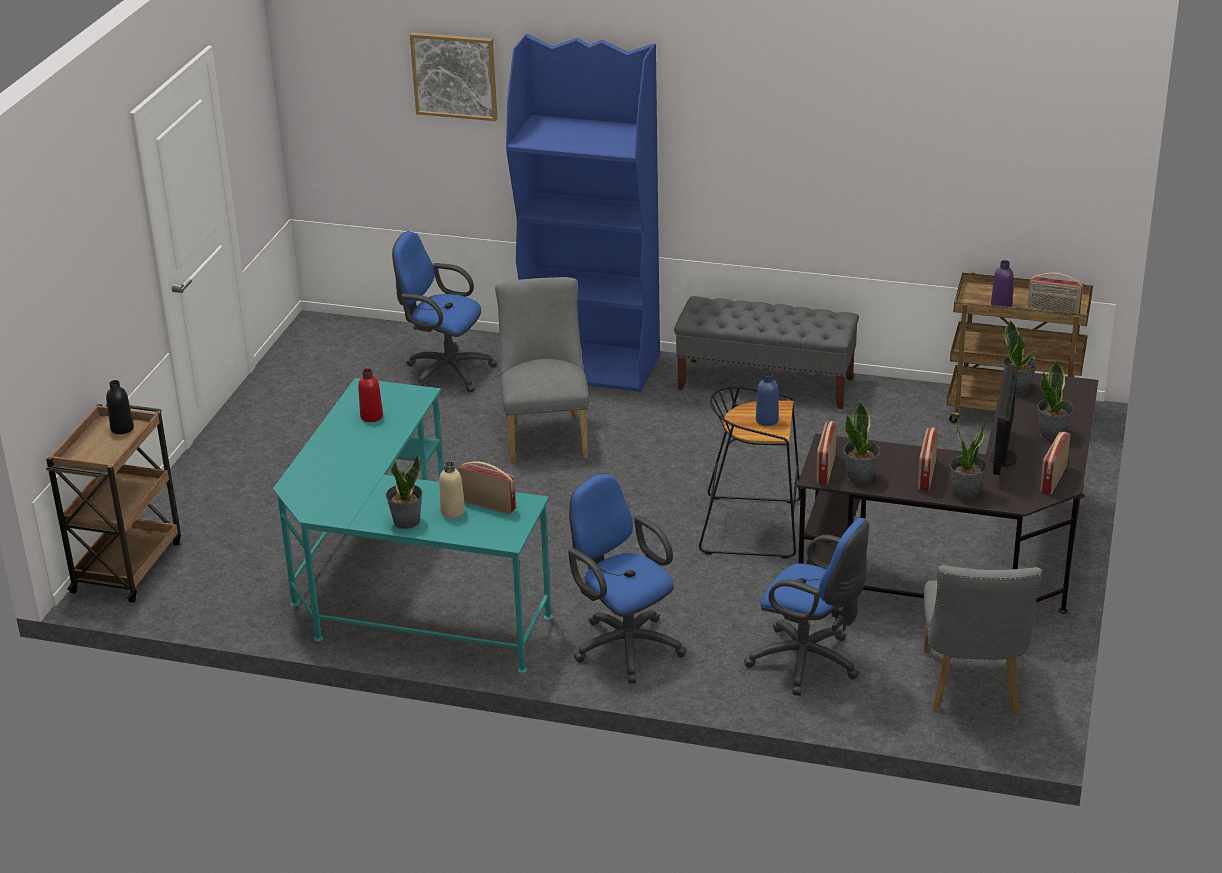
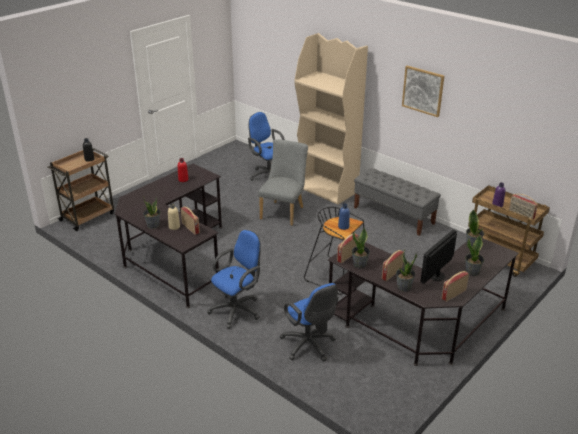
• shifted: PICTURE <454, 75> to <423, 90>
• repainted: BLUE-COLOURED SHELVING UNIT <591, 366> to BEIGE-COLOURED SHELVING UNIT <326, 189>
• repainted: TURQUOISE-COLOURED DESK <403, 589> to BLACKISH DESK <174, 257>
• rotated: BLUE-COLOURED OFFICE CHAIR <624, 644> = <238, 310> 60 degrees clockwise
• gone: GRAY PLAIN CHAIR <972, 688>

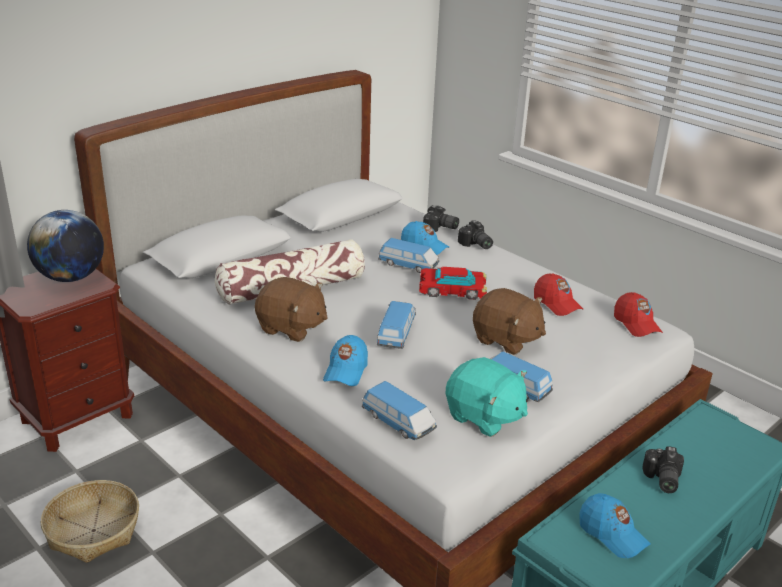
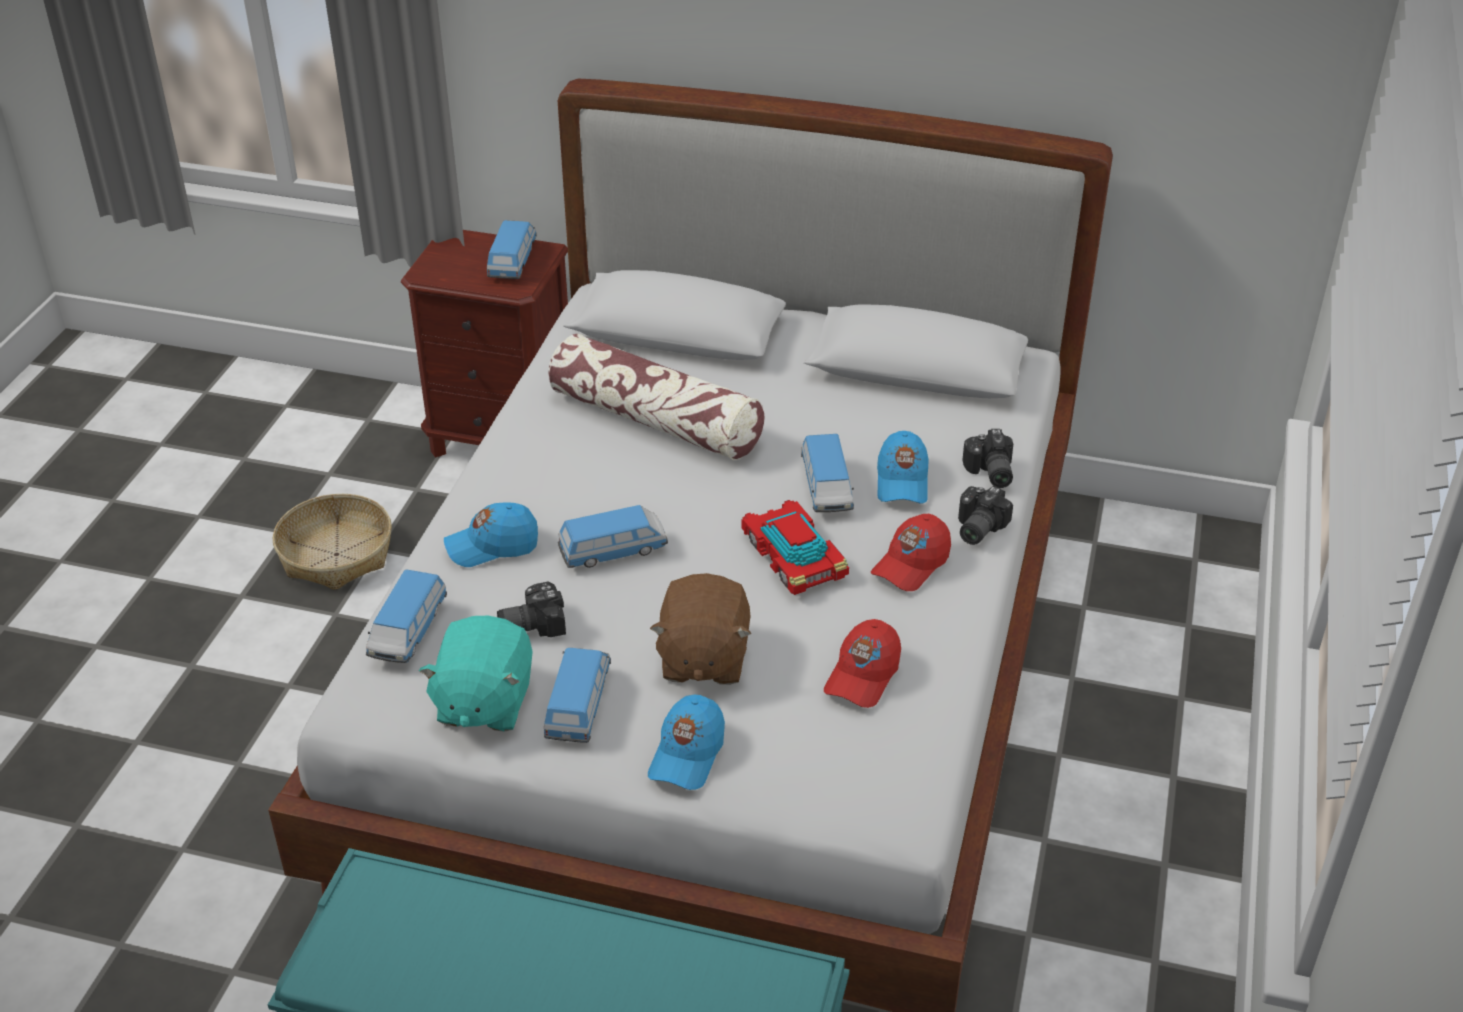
• swapped: WORLD GLOBE <71, 277> to MODEL CAR <513, 261>
• gone: BROWNISH SOFT TOY <291, 328>
• shifted: RED-COLOURED CAP <636, 324> to <911, 564>
• shifted: PHOTO CAMERA <661, 479> to <531, 623>
• shifted: BLUE-COLOURED CAP <612, 534> to <687, 755>

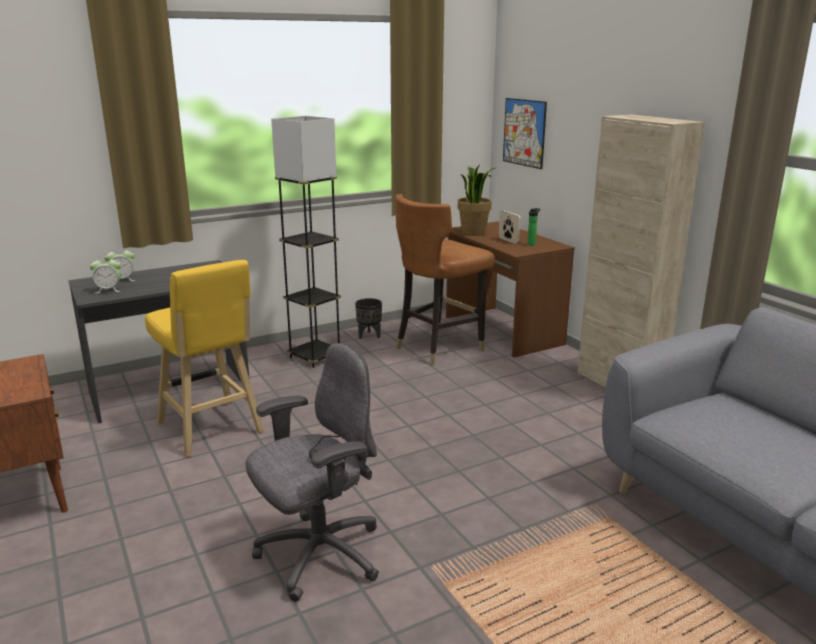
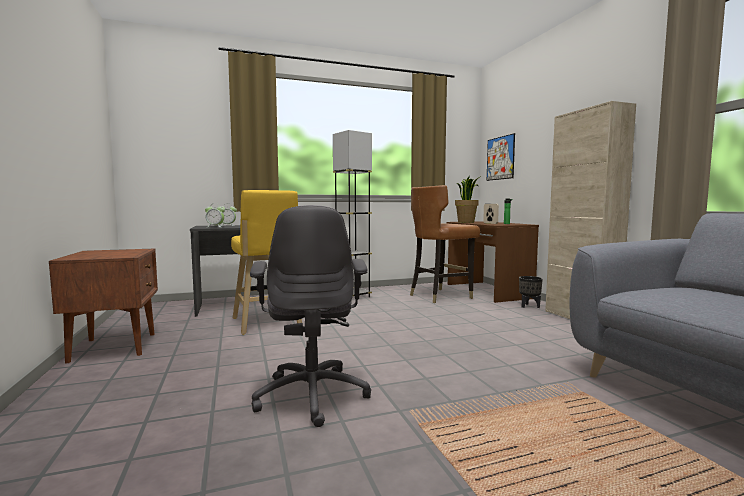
• shifted: BLACKISH PLANT POT <369, 335> to <529, 306>
• rotated: GRAY OFFICE CHAIR <318, 555> = <312, 395> 105 degrees clockwise

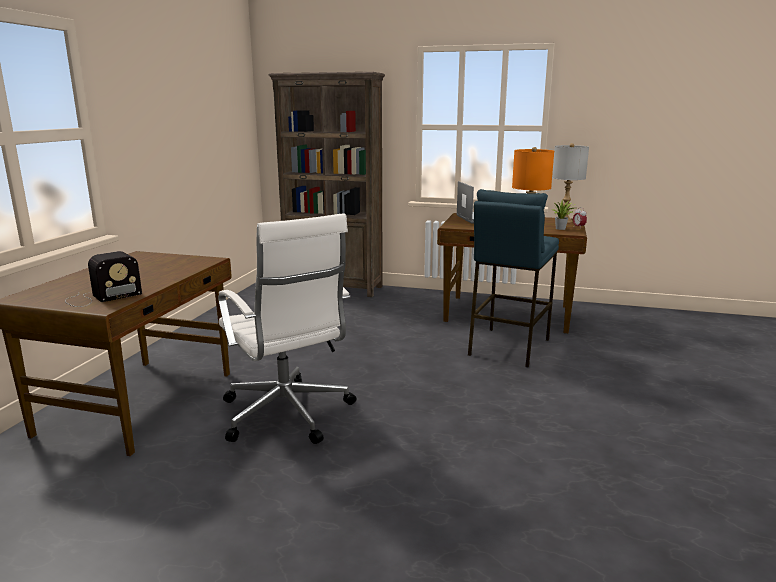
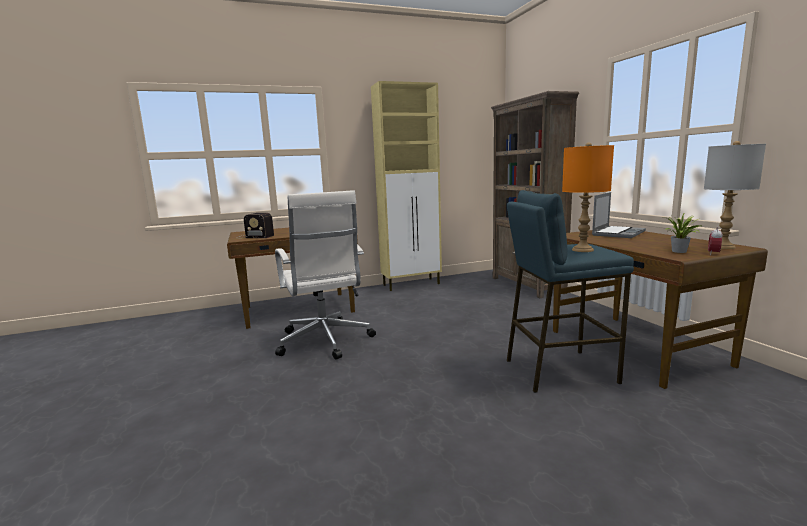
• rotated: WHITISH OFFICE CHAIR <287, 415> = <324, 341> 45 degrees counterclockwise
• new: BEIGE-COLOURED STORAGE CABINET <412, 284>

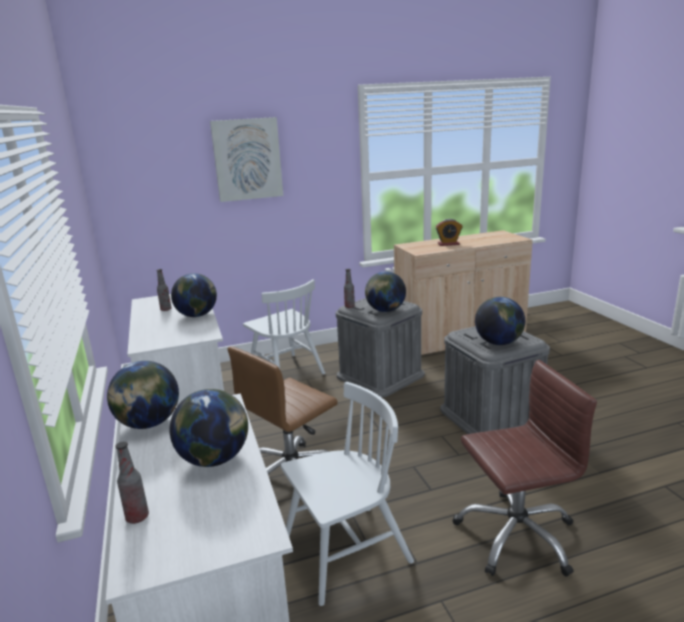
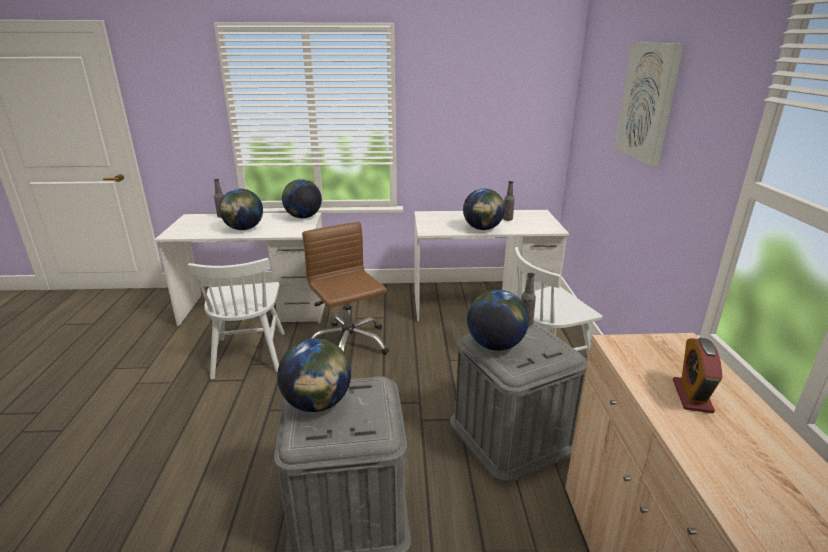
• gone: BROWNISH OFFICE CHAIR <516, 535>

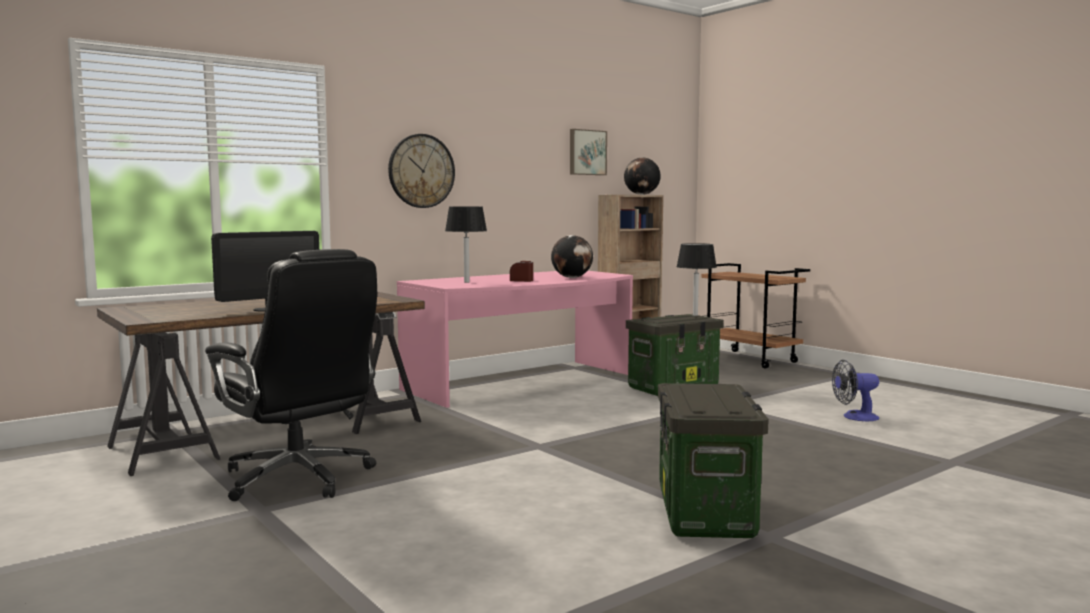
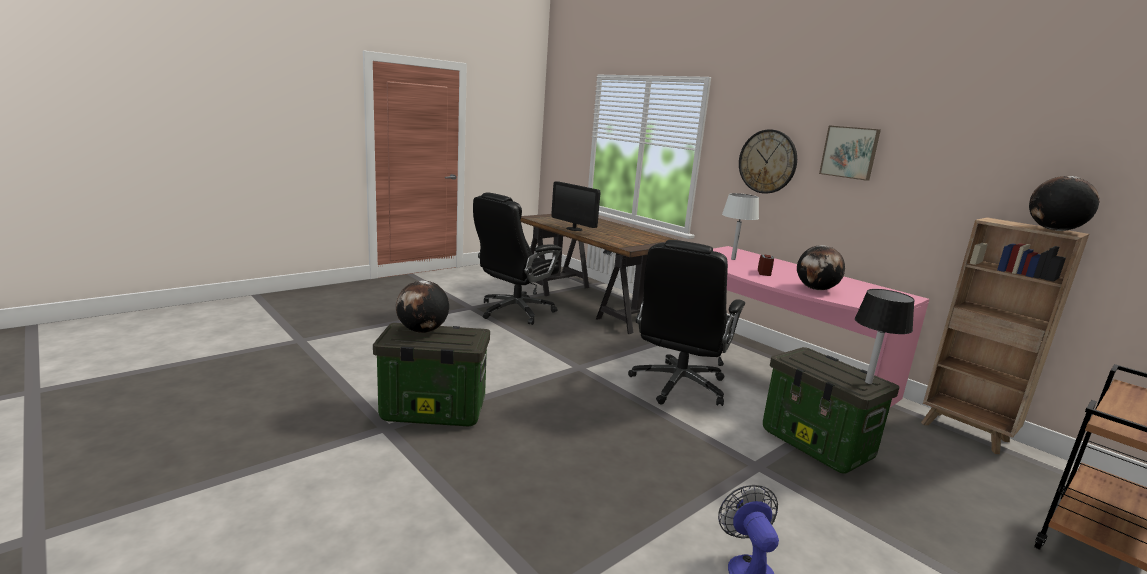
• shifted: PICTURE <587, 152> to <850, 152>
• repainted: BLACKISH TABLETOP LAMP <466, 282> to WHITISH TABLETOP LAMP <733, 259>
• new: BLACKISH OFFICE CHAIR <678, 386>
• new: WORLD GLOBE <422, 331>

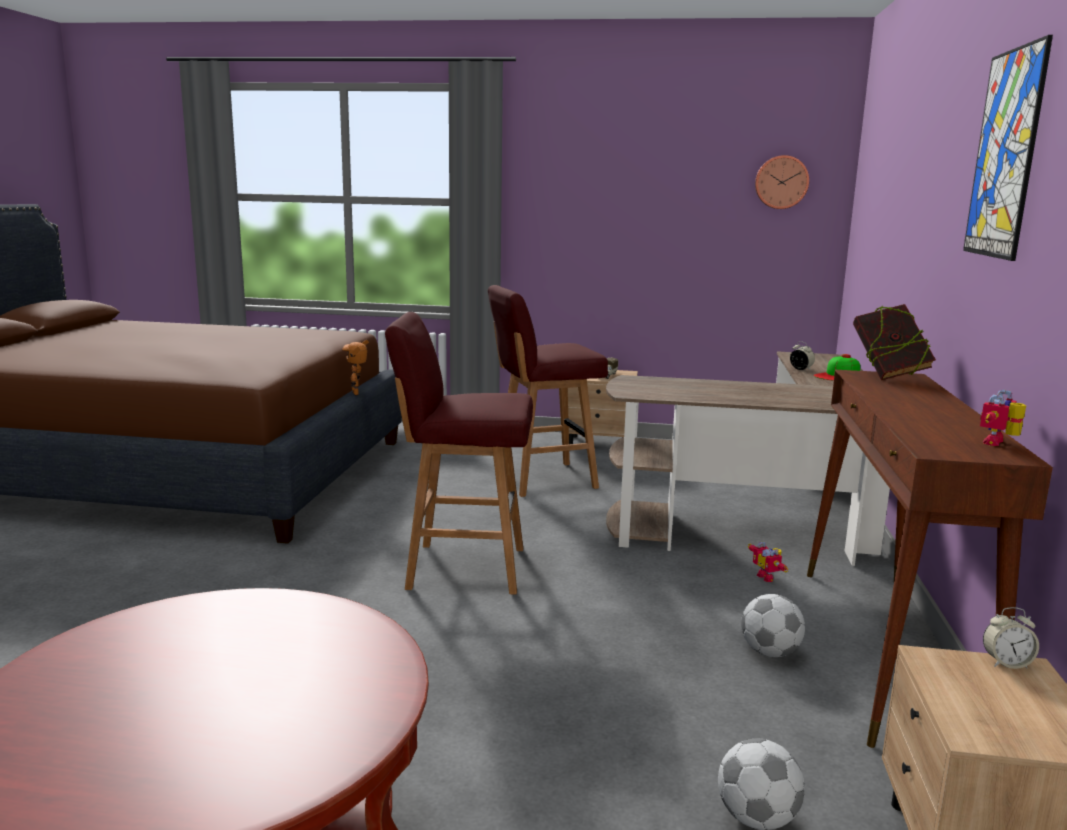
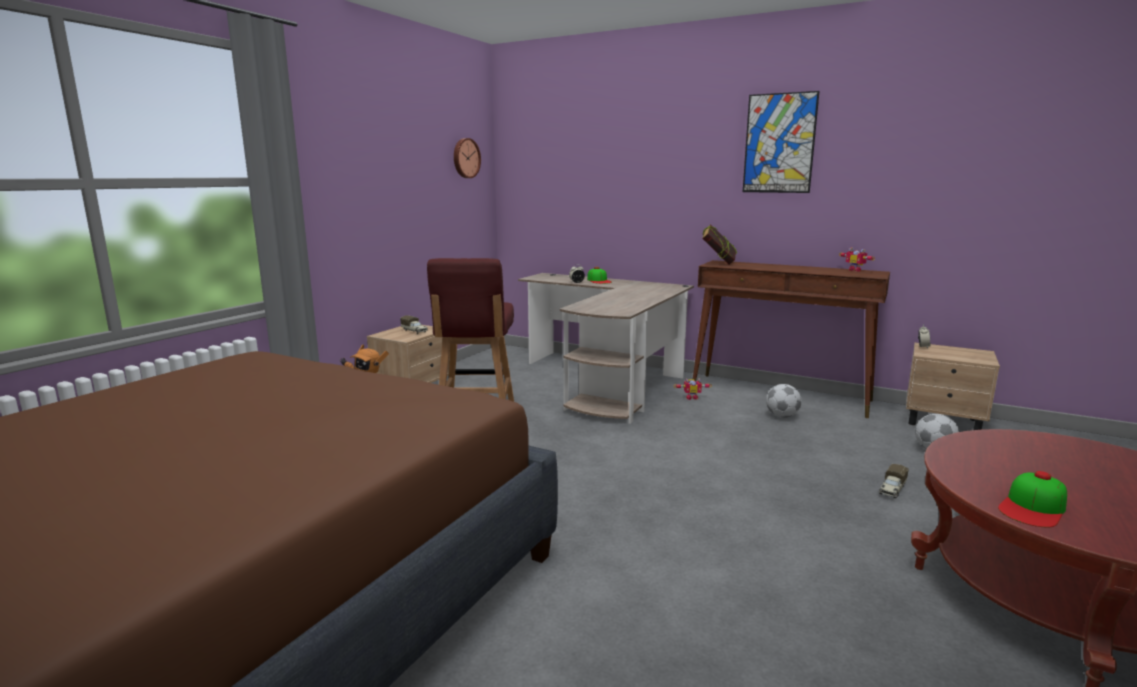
• gone: RED-COLOURED STOOL <463, 567>
• new: TOY TRUCK <892, 490>
• new: CAP <1033, 507>

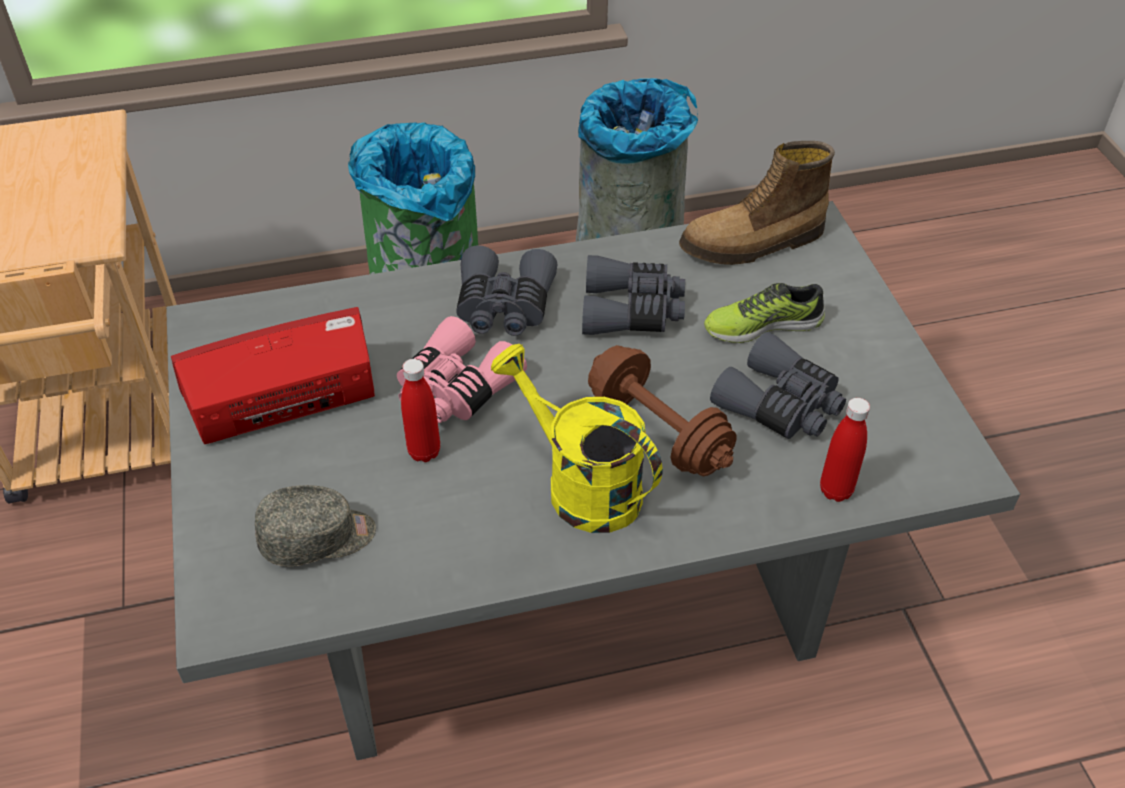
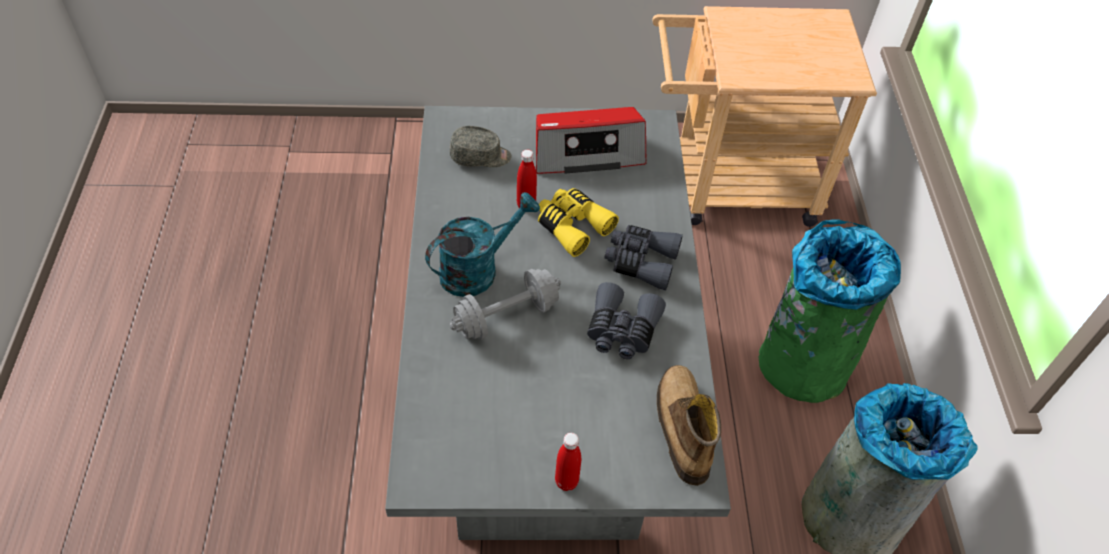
• gone: LOW SHOE <762, 324>
• rotated: RADIO SET <283, 396> = <587, 152> 90 degrees clockwise
• repainted: PINKISH BINOCULARS <455, 388> to YELLOW BINOCULARS <572, 226>
• gone: GRAY BINOCULARS <780, 404>
• repainted: YELLOW SPRINKLING CAN <580, 485> to TURQUOISE-COLOURED SPRINKLING CAN <477, 269>
• repainted: BROWNISH HAND WEIGHT <658, 432> to GRAY HAND WEIGHT <506, 316>
• shifted: RED-COLOURED BOTTLE <835, 490> to <566, 481>
• rotated: GRAY CAP <318, 538> = <480, 156> 90 degrees counterclockwise

